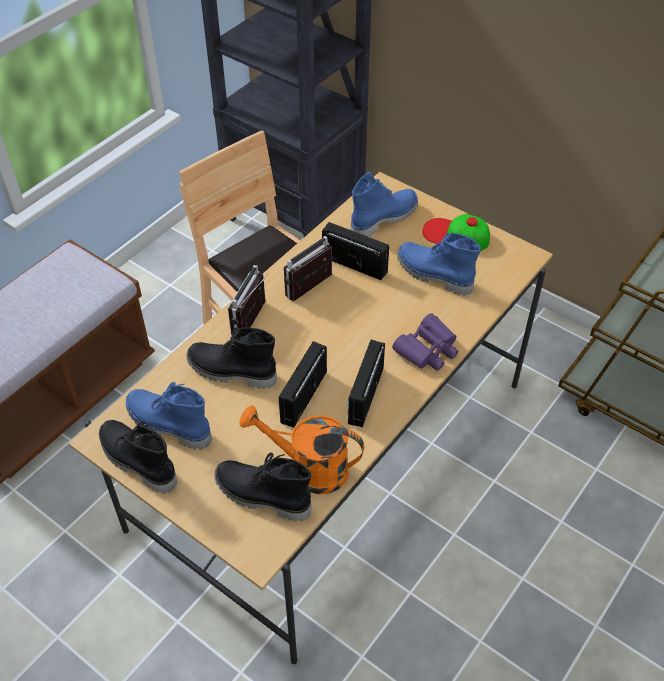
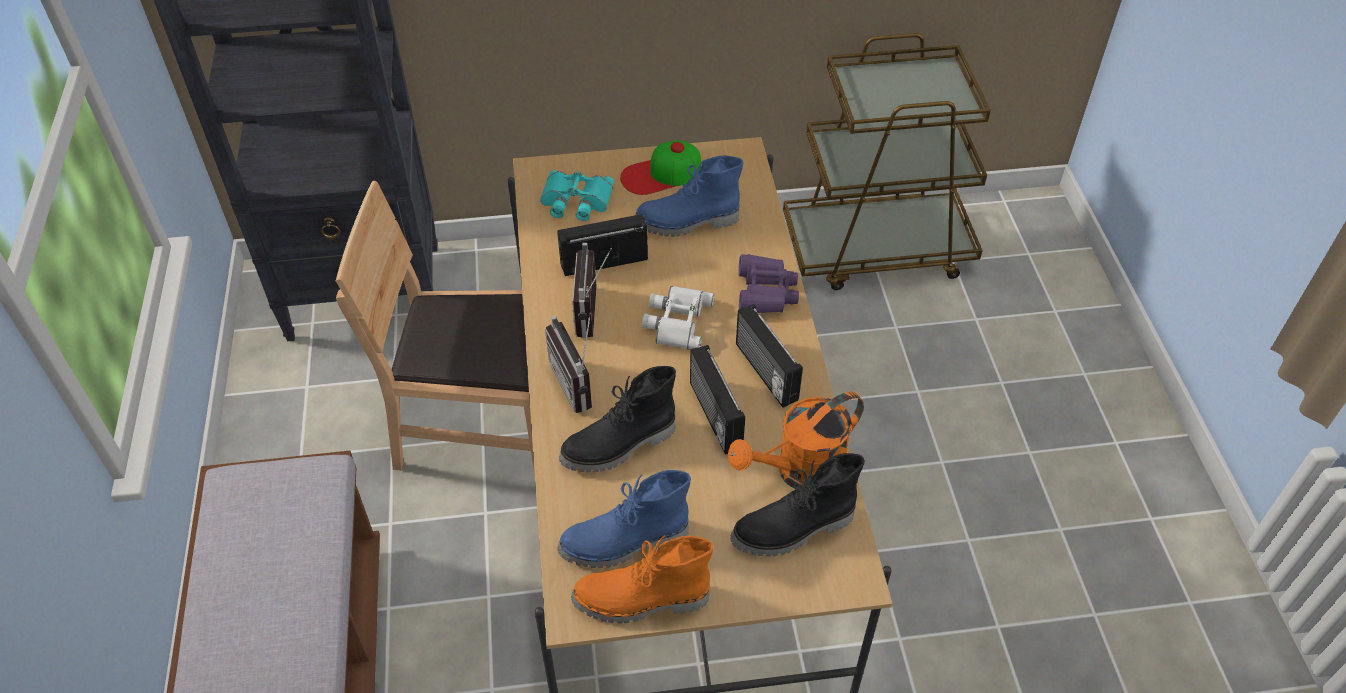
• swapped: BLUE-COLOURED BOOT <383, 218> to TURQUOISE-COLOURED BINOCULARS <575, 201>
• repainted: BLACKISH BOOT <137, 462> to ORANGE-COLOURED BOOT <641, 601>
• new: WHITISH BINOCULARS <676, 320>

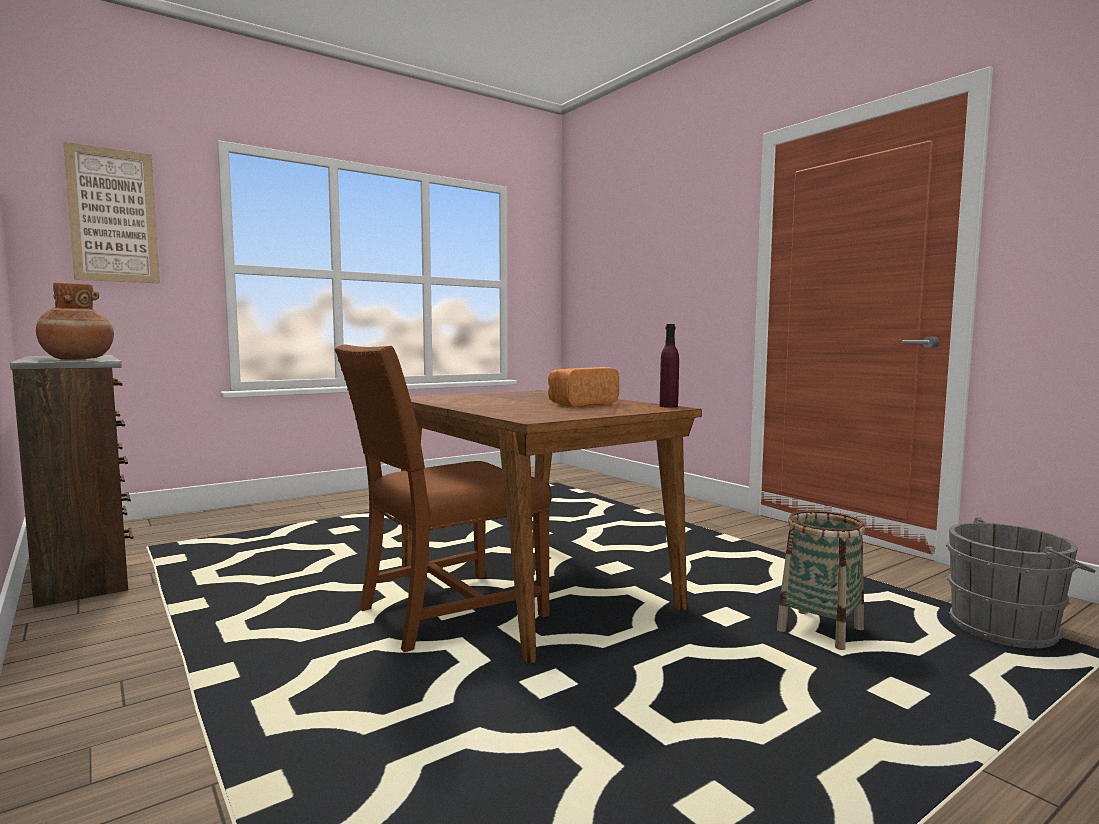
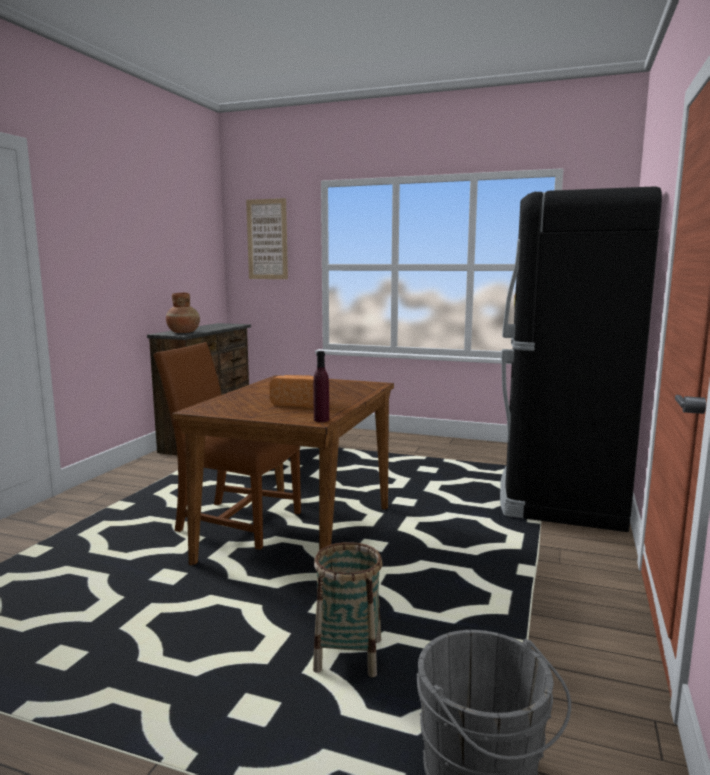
• new: BLACKISH REFRIGERATOR <561, 494>

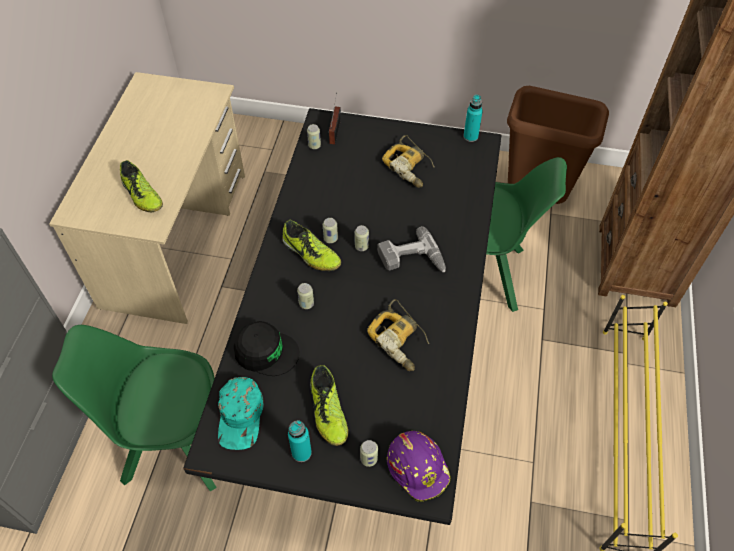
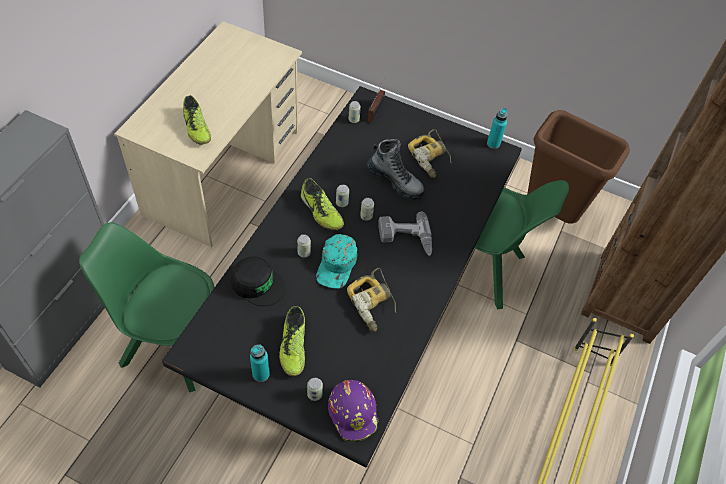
• shifted: TURQUOISE-COLOURED CAP <241, 416> to <337, 265>
• new: BOOT <395, 181>

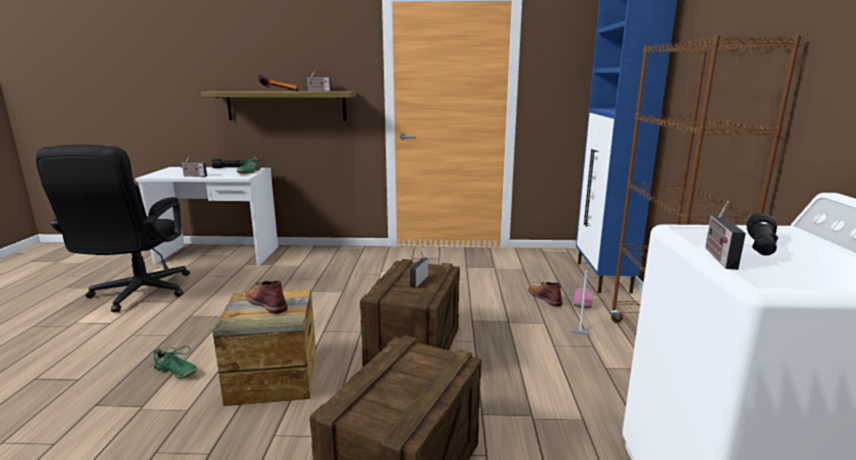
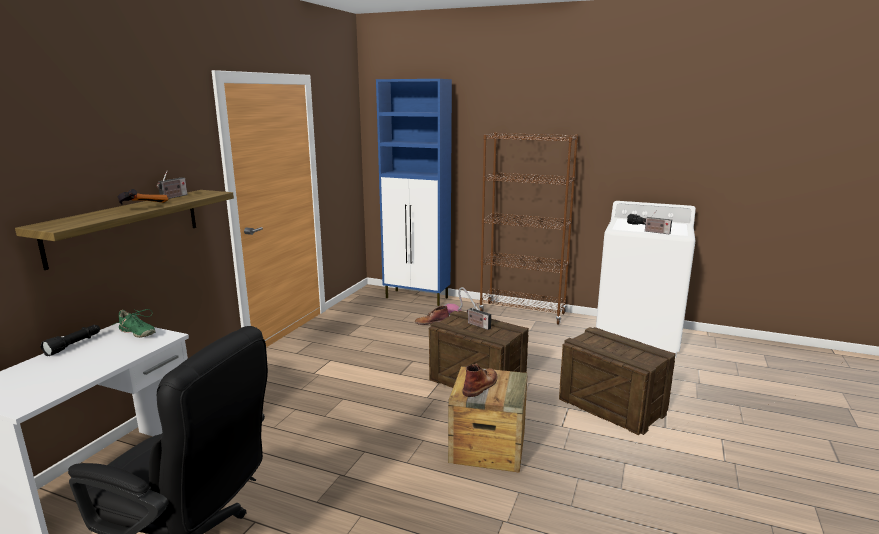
• gone: RADIO SET <194, 176>
• rotated: BROWNISH BOOT <266, 303> = <481, 385> 150 degrees clockwise
• gone: GREEN LOW SHOE <175, 372>

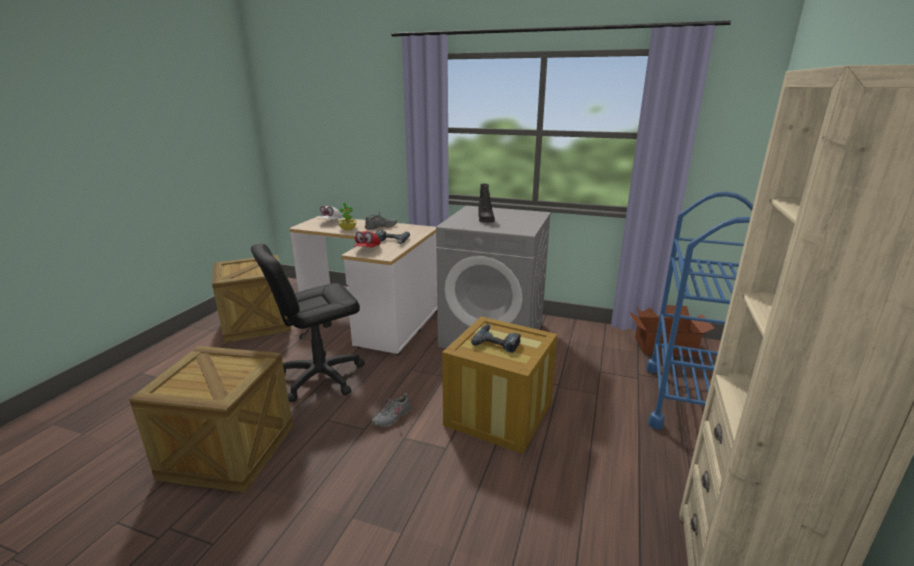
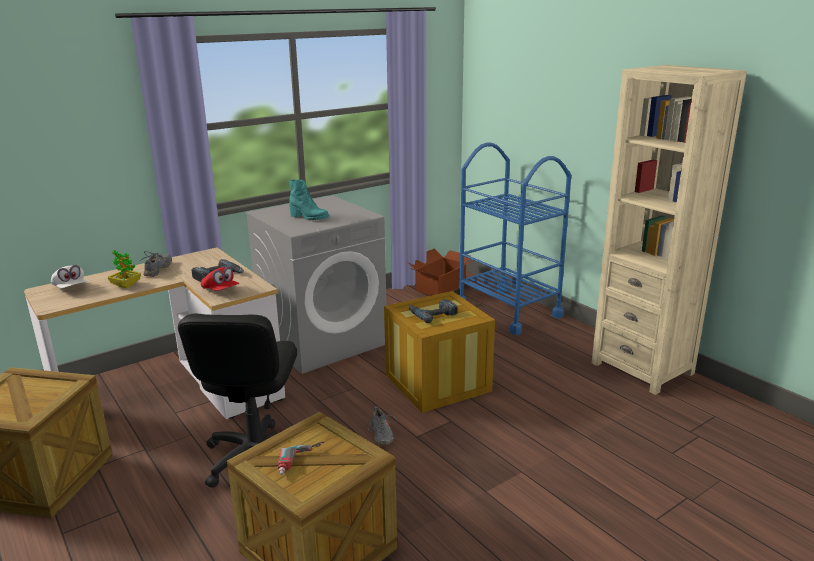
• repainted: BLACKISH BOOT <485, 220> to TURQUOISE-COLOURED BOOT <309, 217>
• new: ELECTRIC DRILL <302, 461>

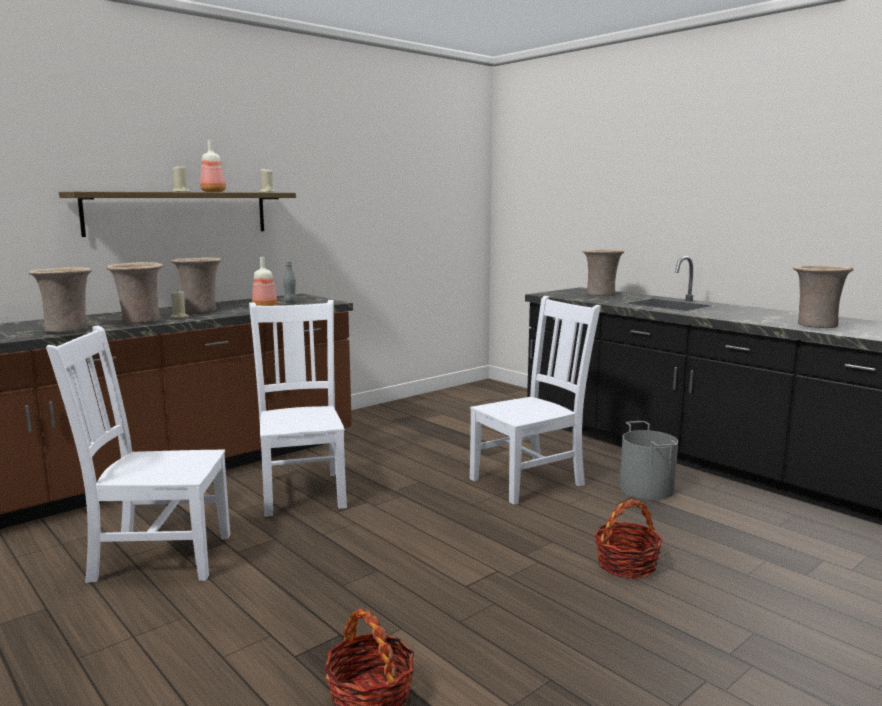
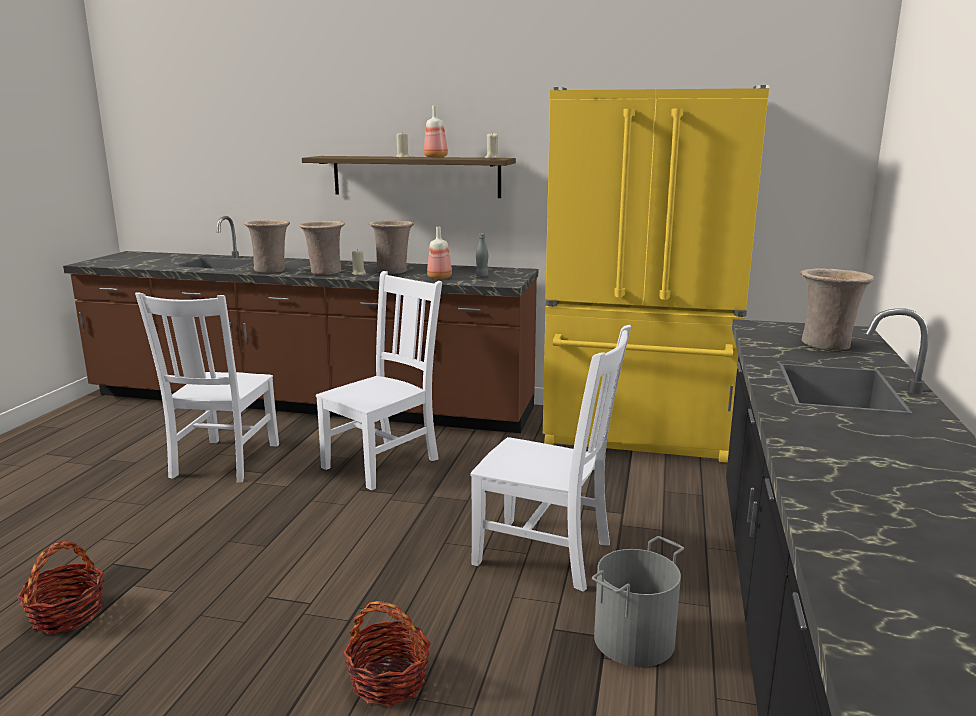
• gone: BEIGE-COLOURED VASE <815, 325>
• rotated: WHITISH PLAIN CHAIR <157, 557> = <224, 462> 135 degrees counterclockwise
• new: YELLOW REFRIGERATOR <637, 434>

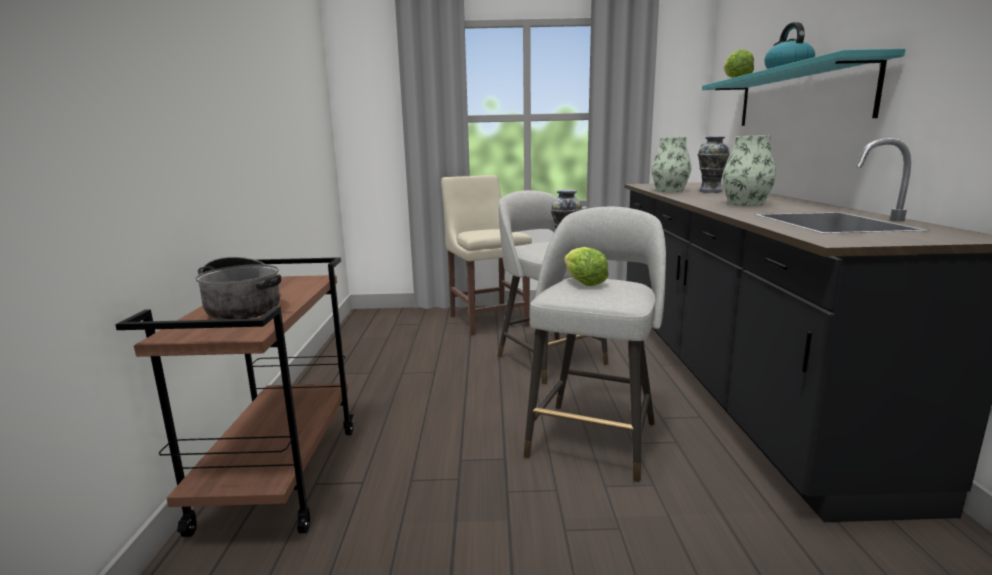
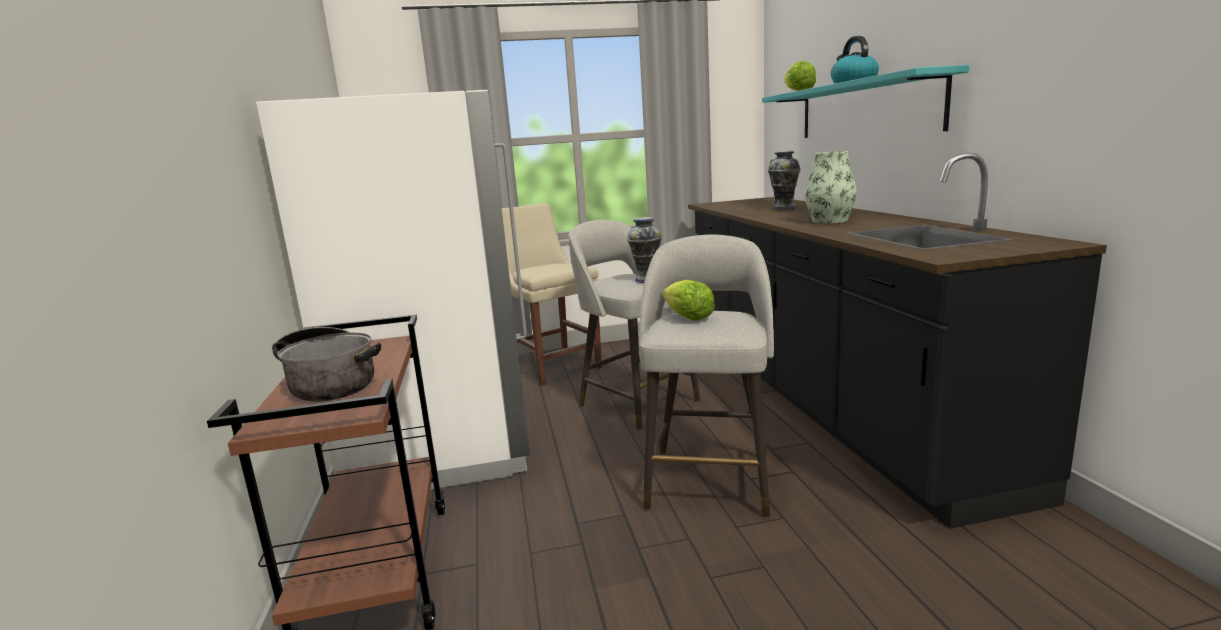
• gone: VASE <669, 190>
• new: WHITISH REFRIGERATOR <444, 442>

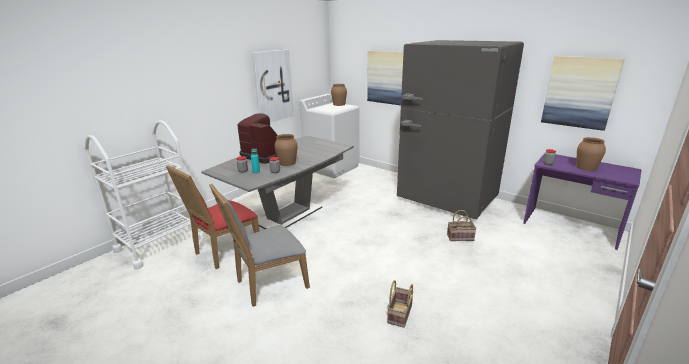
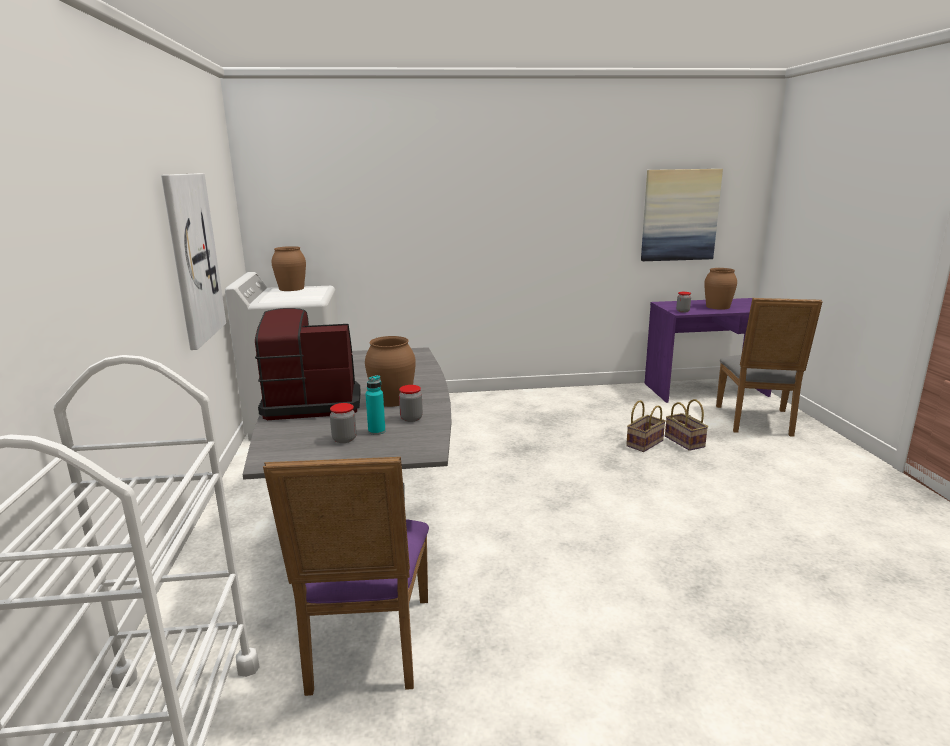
• gone: GRAY REFRIGERATOR <446, 199>
• gone: PICTURE <386, 77>
• repainted: RED-COLOURED PLAIN CHAIR <224, 251> to PURPLE PLAIN CHAIR <364, 649>
• shifted: GRAY PLAIN CHAIR <268, 284> to <757, 422>
• shifted: STORAGE BASKET <400, 315> to <685, 442>

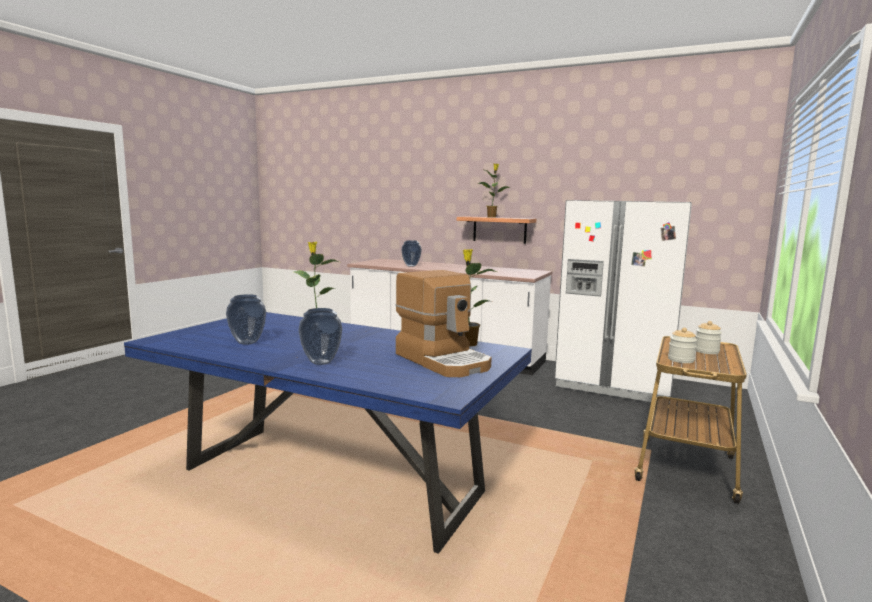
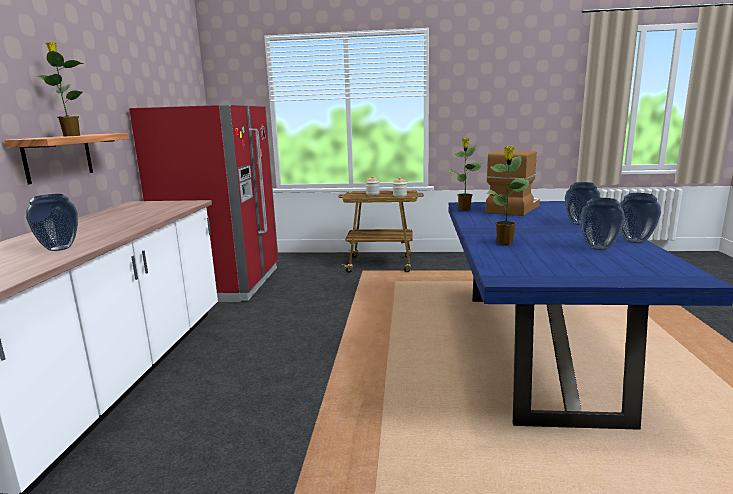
• repainted: WHITISH REFRIGERATOR <615, 383> to RED-COLOURED REFRIGERATOR <225, 283>
• new: VASE <634, 241>

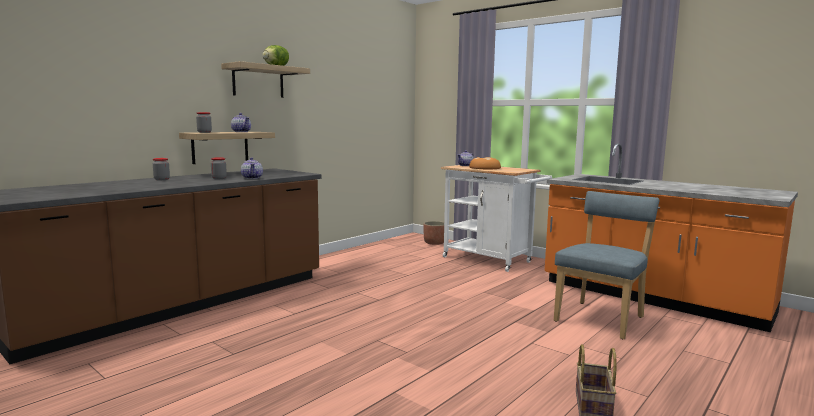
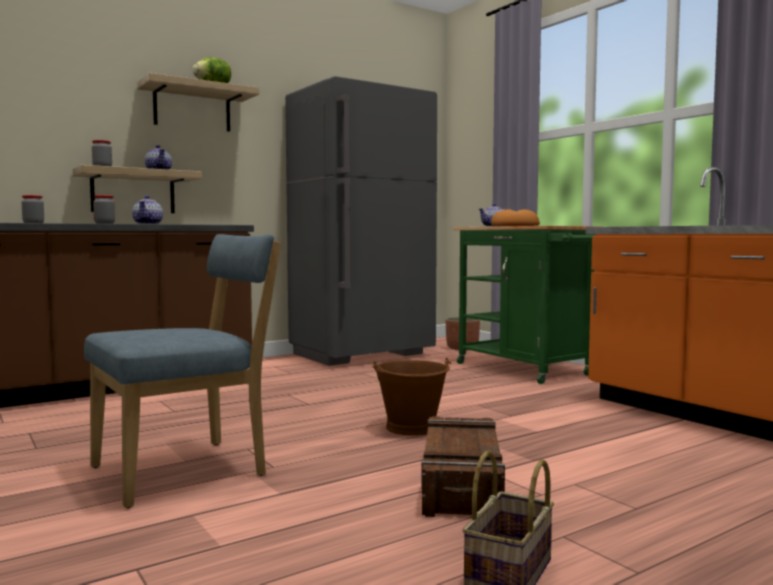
• repainted: WHITISH CART <491, 260> to GREEN CART <529, 370>
• shifted: BLUE-COLOURED PLAIN CHAIR <601, 318> to <187, 470>
• new: GRAY REFRIGERATOR <362, 355>
• new: BROWNISH PAIL <412, 428>
• new: SHIPPING CRATE <460, 481>

